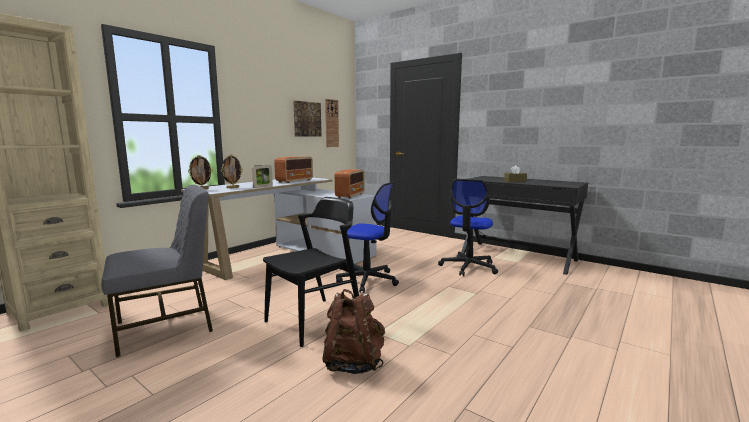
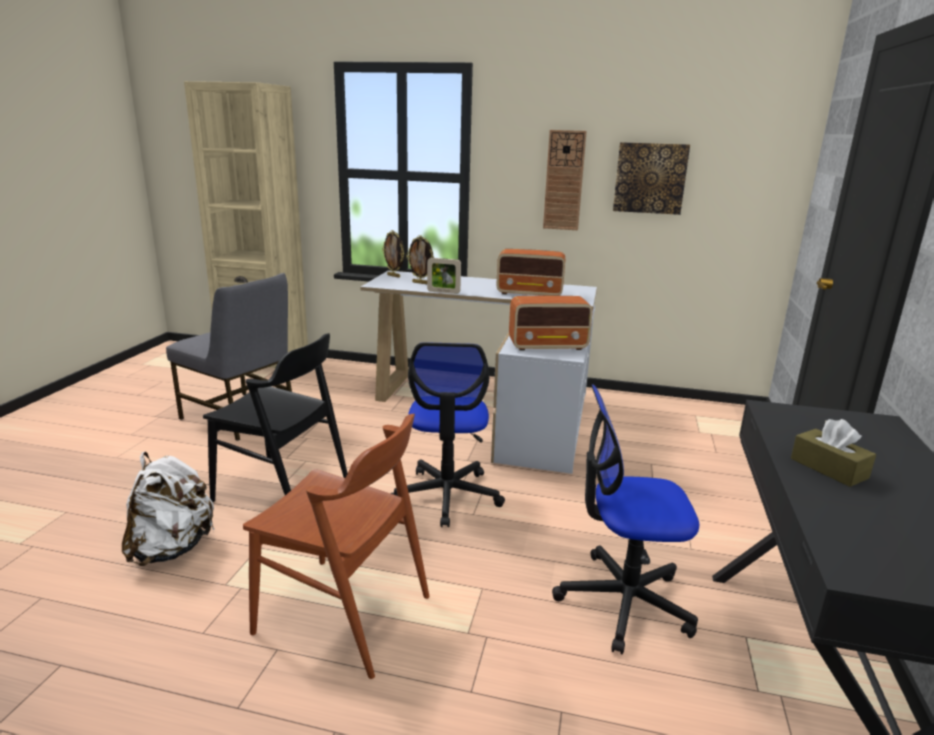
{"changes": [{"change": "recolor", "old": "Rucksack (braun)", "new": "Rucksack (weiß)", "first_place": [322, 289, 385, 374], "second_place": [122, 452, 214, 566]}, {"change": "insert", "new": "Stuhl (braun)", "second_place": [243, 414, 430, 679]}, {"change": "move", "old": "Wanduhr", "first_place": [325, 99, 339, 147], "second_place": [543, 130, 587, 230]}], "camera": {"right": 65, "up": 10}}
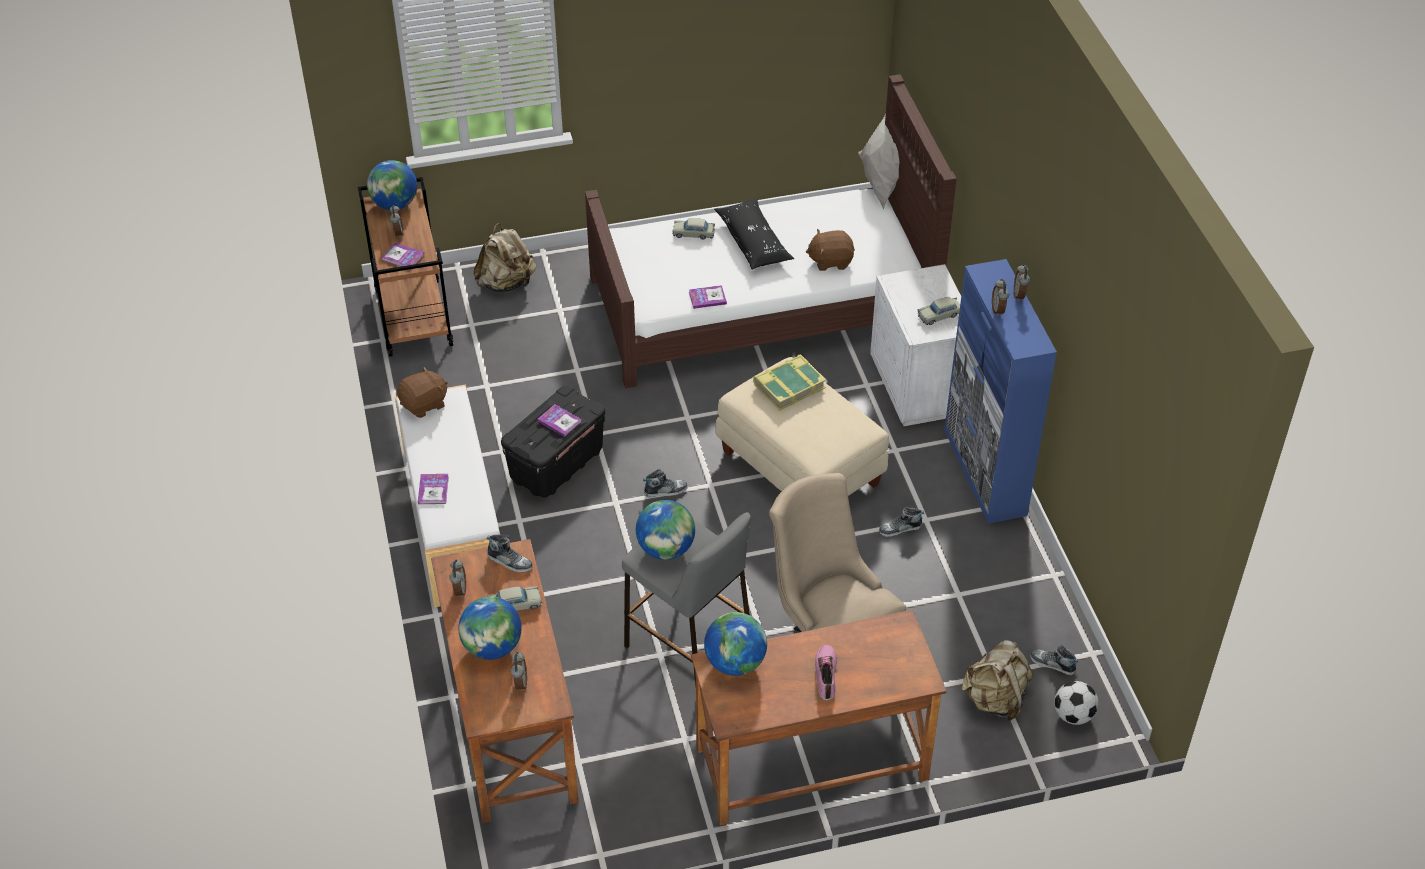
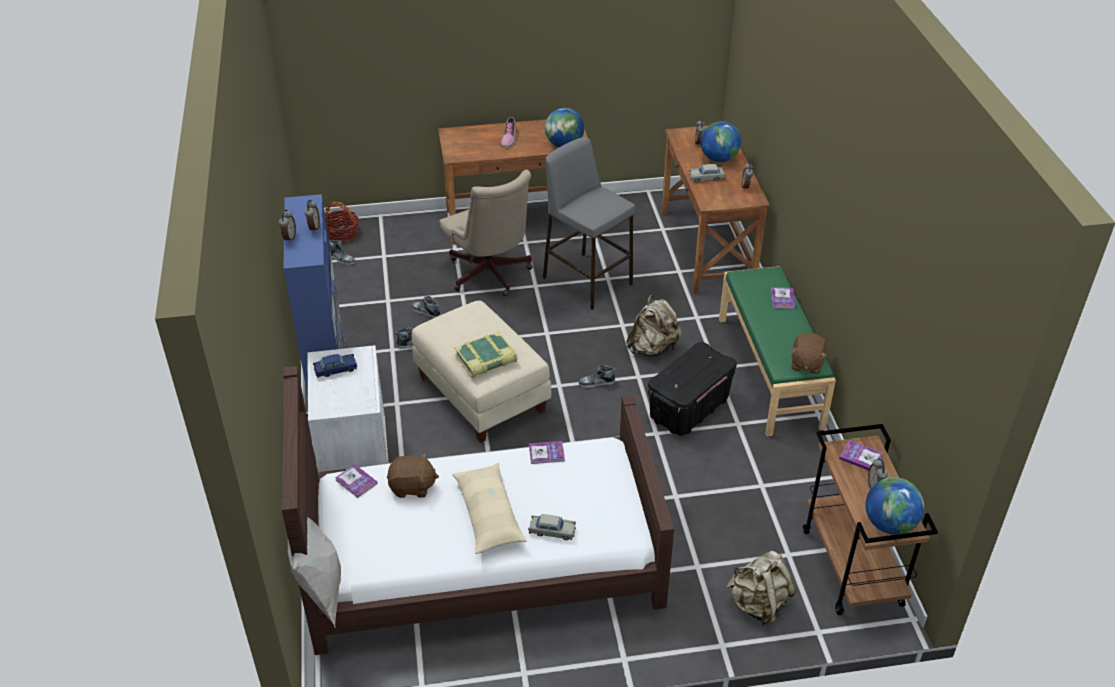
{"changes": [{"change": "recolor", "old": "Spielzeugauto (beige)", "new": "Spielzeugauto (blau)", "first_place": [918, 297, 960, 325], "second_place": [313, 354, 357, 378]}, {"change": "replace", "old": "Fußball", "new": "Korb", "first_place": [1054, 681, 1098, 725], "second_place": [325, 201, 359, 242]}, {"change": "move", "old": "Buch", "first_place": [537, 404, 582, 437], "second_place": [335, 464, 378, 498]}, {"change": "move", "old": "Schuh", "first_place": [487, 534, 533, 573], "second_place": [411, 296, 441, 318]}, {"change": "recolor", "old": "Kissen (schwarz)", "new": "Kissen (beige)", "first_place": [714, 199, 794, 270], "second_place": [452, 463, 527, 554]}, {"change": "move", "old": "Rucksack (beige)", "first_place": [961, 640, 1033, 721], "second_place": [626, 295, 682, 357]}, {"change": "recolor", "old": "Bank (weiß)", "new": "Bank (grün)", "first_place": [395, 385, 500, 607], "second_place": [719, 266, 836, 436]}, {"change": "rotate", "old": "Plüschtier (braun)", "first_place": [397, 367, 448, 418], "second_place": [791, 333, 827, 374], "degrees": -45}, {"change": "delete", "old": "Globus", "first_place": [636, 500, 695, 560]}], "camera": {"right": -175, "up": -5}}
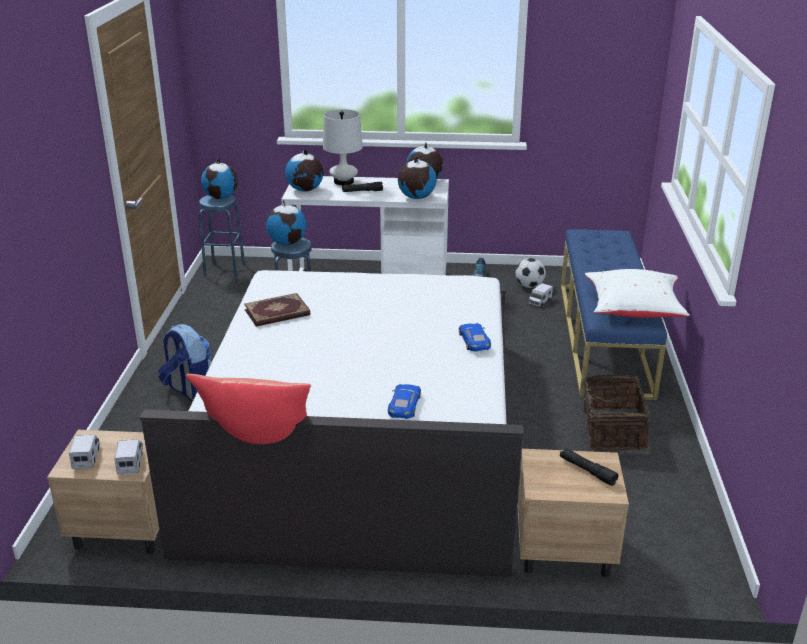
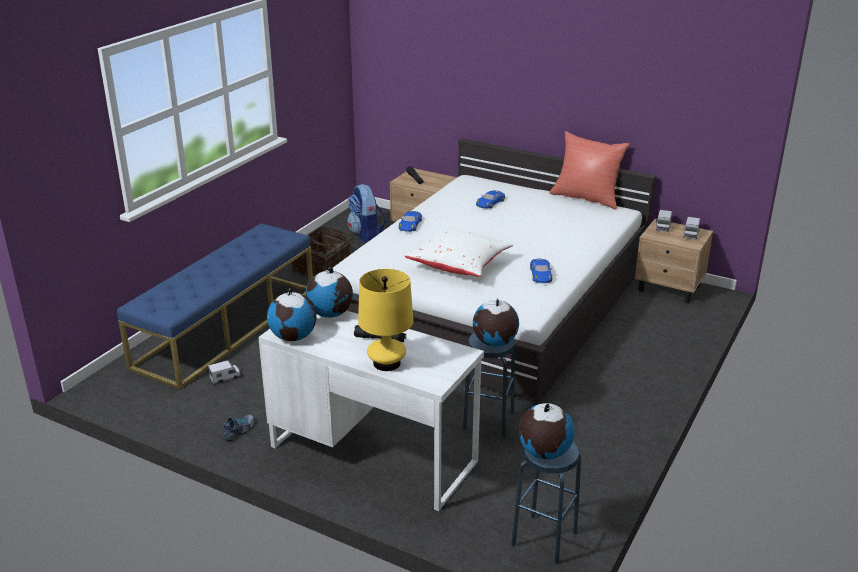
{"changes": [{"change": "move", "old": "Rucksack", "first_place": [158, 324, 212, 402], "second_place": [347, 184, 386, 242]}, {"change": "recolor", "old": "Tischlampe (weiß)", "new": "Tischlampe (gelb)", "first_place": [323, 109, 363, 185], "second_place": [358, 269, 413, 371]}, {"change": "move", "old": "Kissen (weiß)", "first_place": [585, 269, 690, 318], "second_place": [404, 228, 513, 276]}, {"change": "replace", "old": "Buch", "new": "Spielzeugauto (blau)", "first_place": [244, 293, 310, 327], "second_place": [530, 259, 552, 283]}, {"change": "delete", "old": "Globus", "first_place": [285, 149, 323, 191]}, {"change": "delete", "old": "Fußball", "first_place": [516, 258, 546, 288]}], "camera": {"right": -155, "up": 0}}
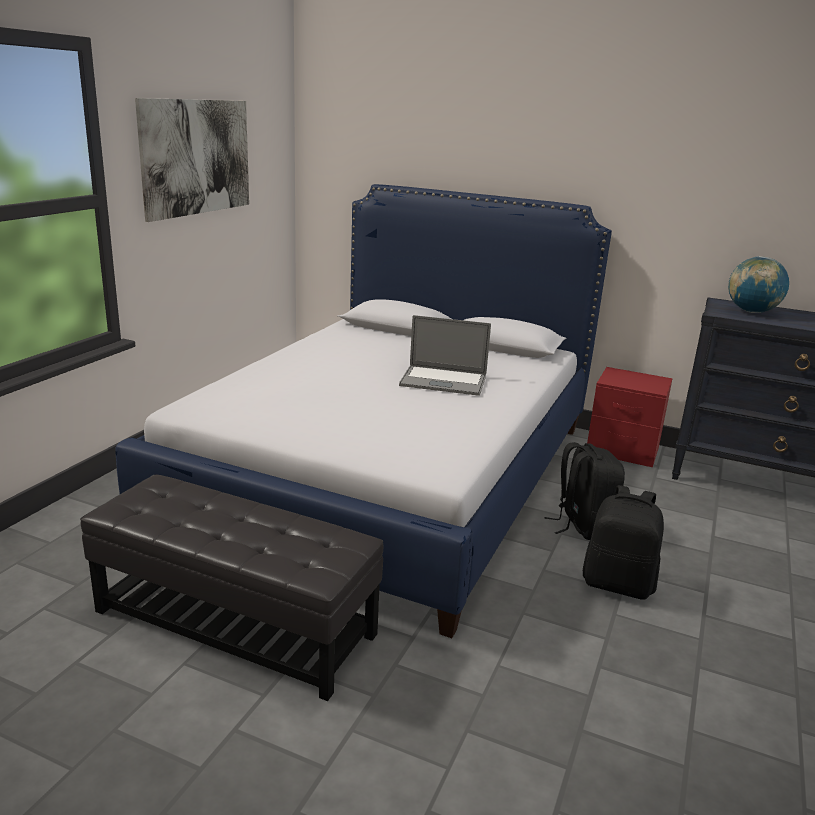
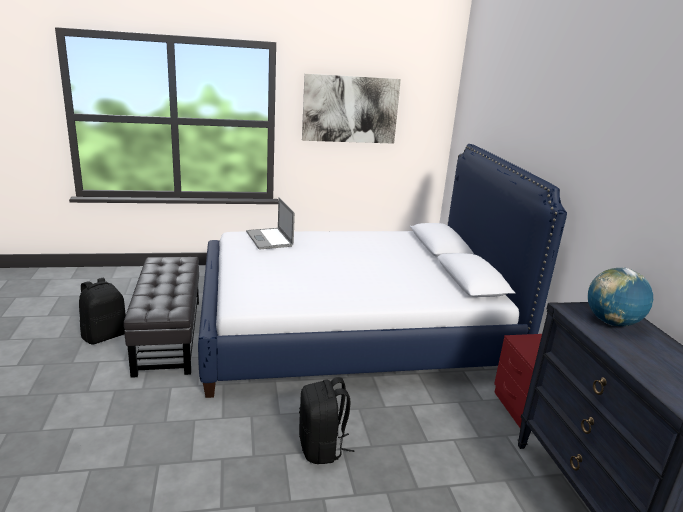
{"changes": [{"change": "move", "old": "Rucksack (schwarz)", "first_place": [545, 442, 625, 540], "second_place": [79, 278, 126, 345]}, {"change": "move", "old": "Laptop", "first_place": [399, 315, 491, 396], "second_place": [246, 197, 295, 249]}], "camera": {"right": 55, "up": 0}}
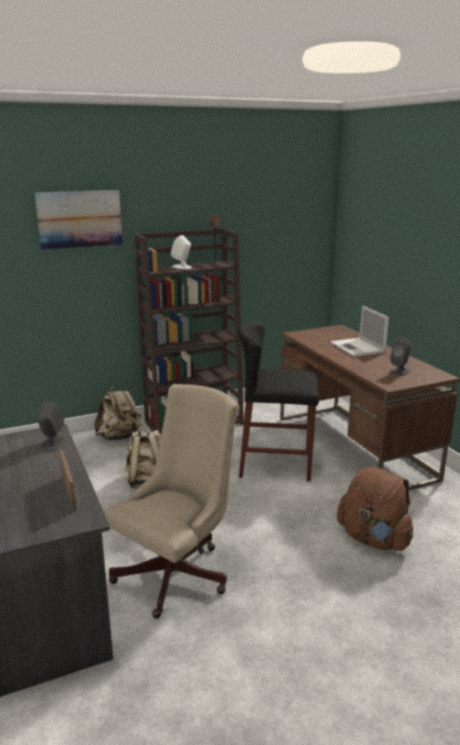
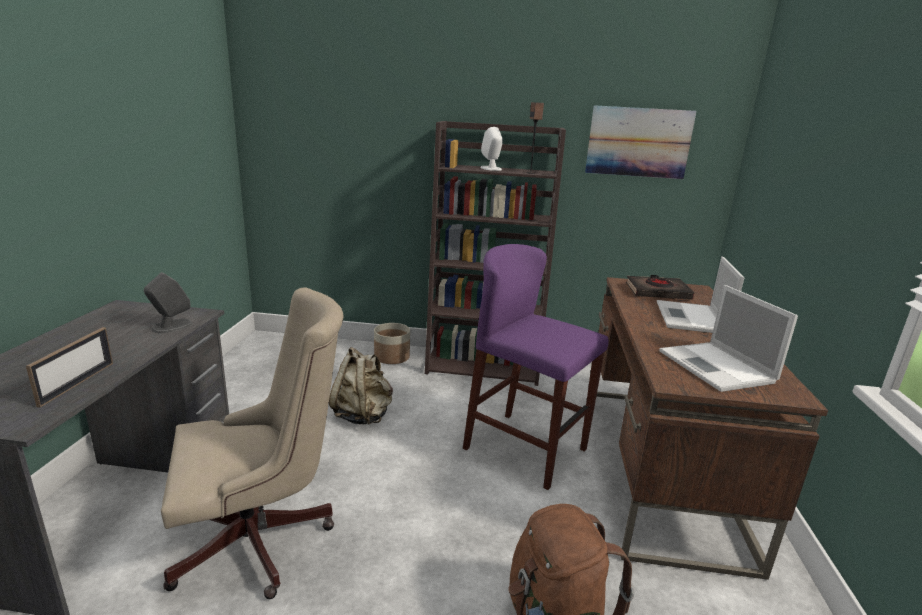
{"changes": [{"change": "replace", "old": "Rucksack (beige)", "new": "Pflanzkübel", "first_place": [94, 384, 142, 440], "second_place": [374, 323, 410, 364]}, {"change": "recolor", "old": "Hocker (schwarz)", "new": "Hocker (lila)", "first_place": [238, 322, 319, 482], "second_place": [463, 244, 609, 490]}, {"change": "move", "old": "Bild", "first_place": [35, 190, 123, 250], "second_place": [585, 105, 696, 179]}, {"change": "insert", "new": "Buch (schwarz)", "second_place": [626, 275, 694, 300]}, {"change": "replace", "old": "Lautsprecher (grau)", "new": "Laptop", "first_place": [389, 337, 411, 376], "second_place": [659, 285, 798, 392]}], "camera": {"right": 30, "up": 0}}
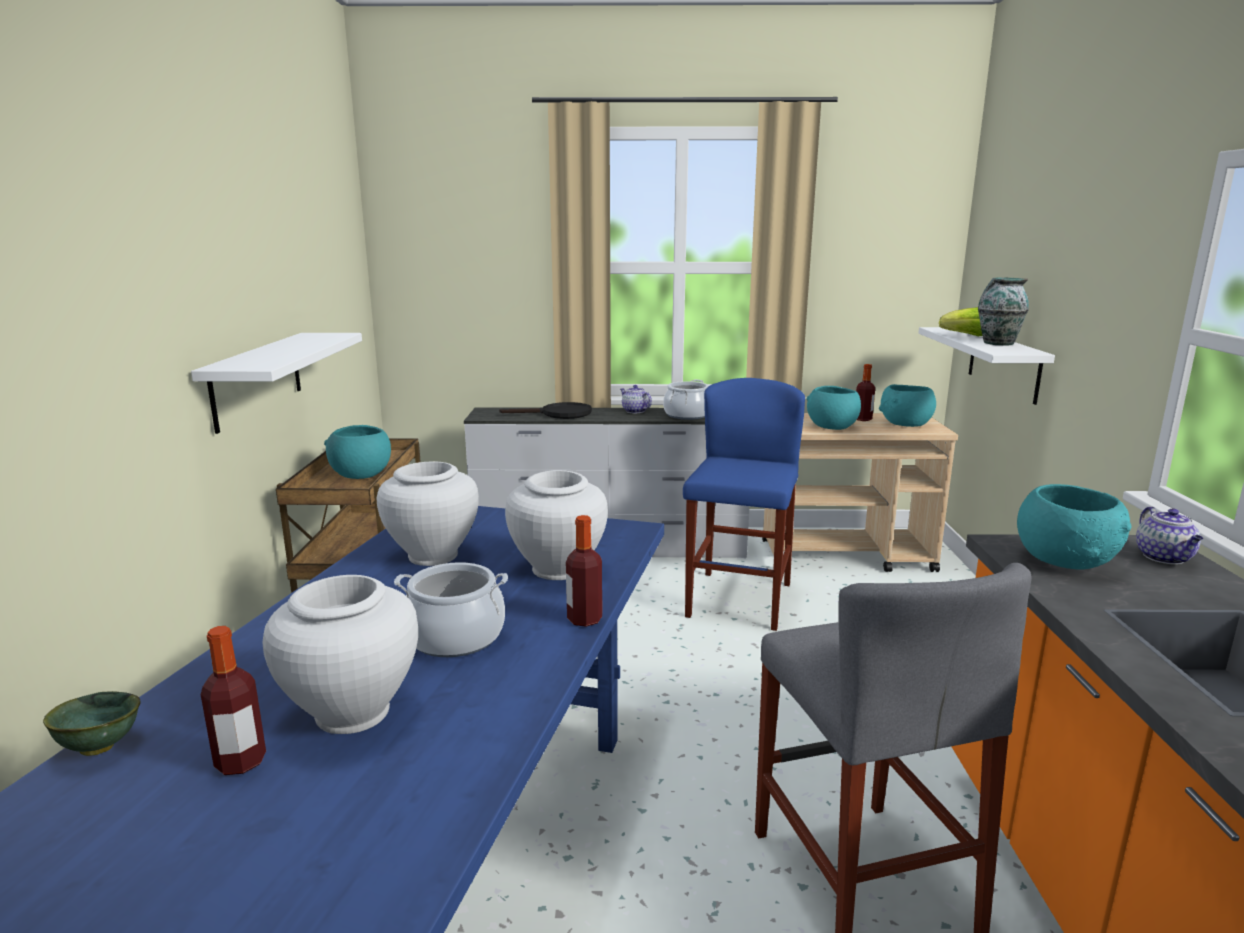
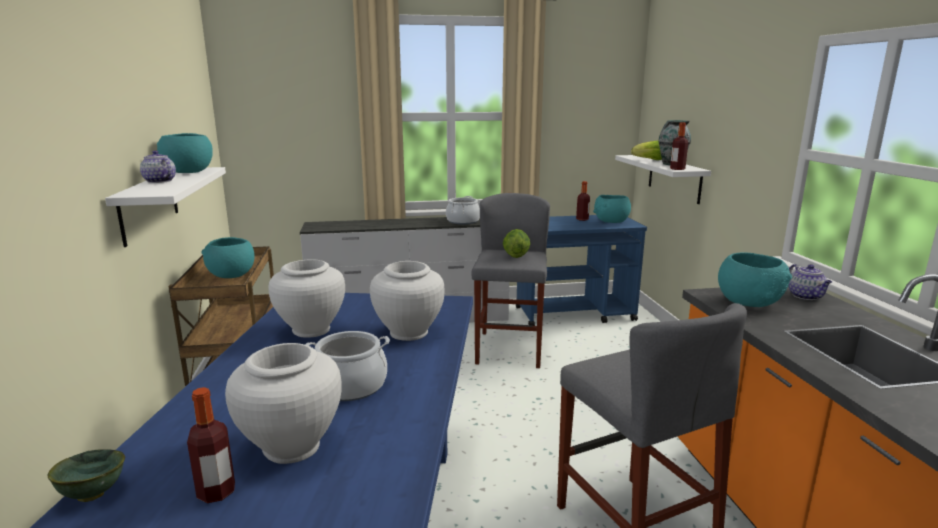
{"changes": [{"change": "move", "old": "Teekanne", "first_place": [620, 385, 652, 414], "second_place": [140, 150, 176, 183]}, {"change": "move", "old": "Schüssel (türkis)", "first_place": [807, 386, 861, 430], "second_place": [157, 133, 213, 173]}, {"change": "recolor", "old": "Hocker (blau)", "new": "Hocker (grau)", "first_place": [683, 378, 805, 631], "second_place": [471, 193, 550, 368]}, {"change": "insert", "new": "Salatkopf", "second_place": [503, 229, 530, 258]}, {"change": "recolor", "old": "Rollwagen (beige)", "new": "Rollwagen (blau)", "first_place": [762, 413, 958, 572], "second_place": [516, 215, 647, 326]}, {"change": "move", "old": "Flasche", "first_place": [566, 515, 602, 627], "second_place": [670, 123, 688, 170]}, {"change": "delete", "old": "Pfanne (schwarz)", "first_place": [499, 402, 592, 419]}], "camera": {"right": -10, "up": 0}}
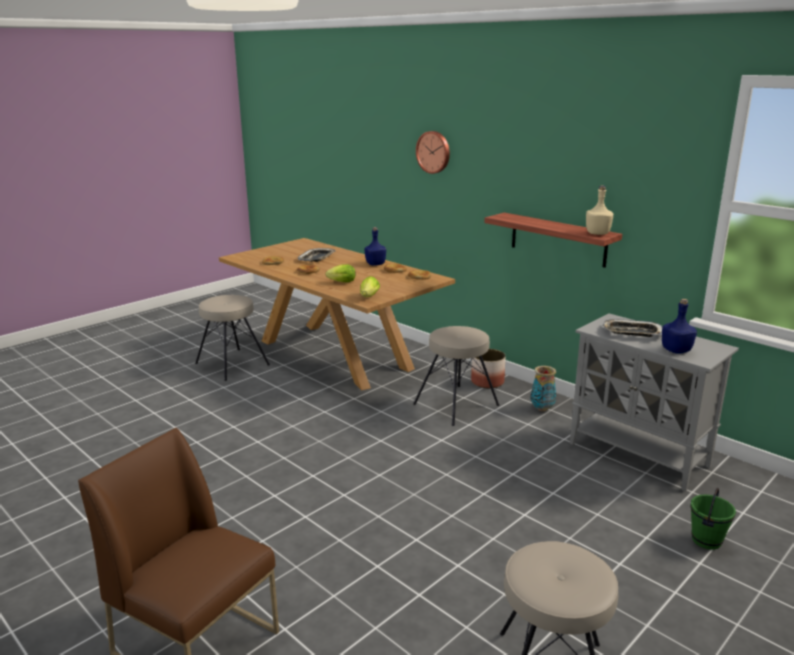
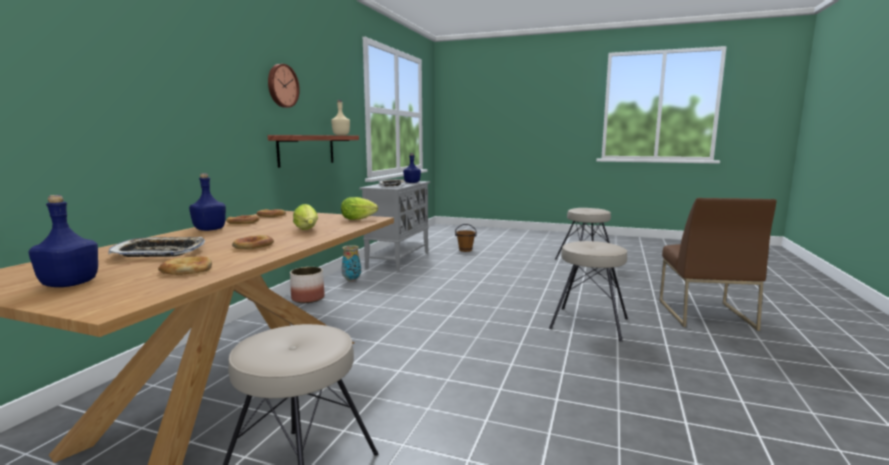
{"changes": [{"change": "insert", "new": "Flasche (blau)", "second_place": [28, 195, 98, 287]}, {"change": "move", "old": "Wanduhr", "first_place": [416, 131, 450, 174], "second_place": [268, 64, 300, 108]}, {"change": "recolor", "old": "Eimer (grün)", "new": "Eimer (braun)", "first_place": [690, 488, 736, 550], "second_place": [455, 224, 477, 252]}, {"change": "move", "old": "Hocker (beige)", "first_place": [413, 326, 500, 426], "second_place": [549, 241, 628, 342]}], "camera": {"right": -115, "up": -10}}
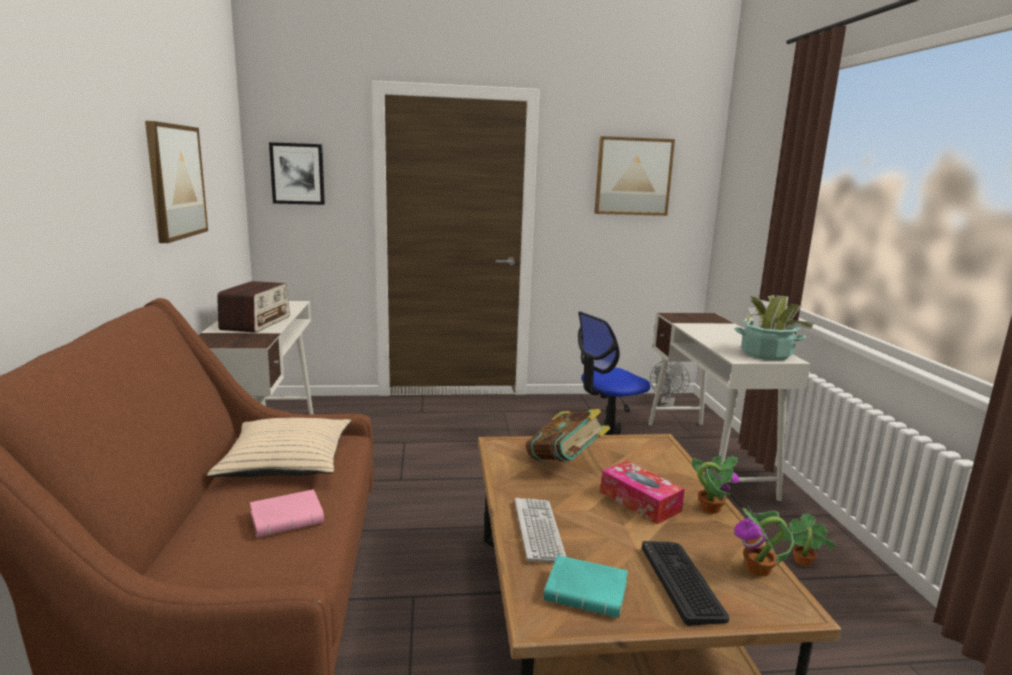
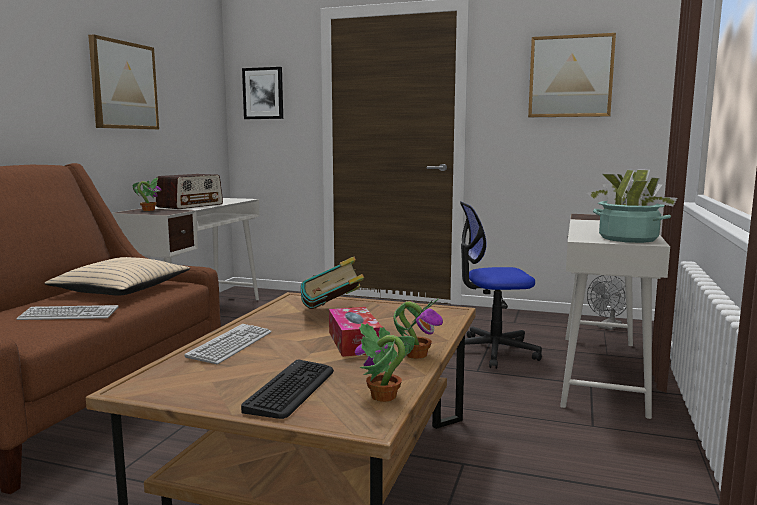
{"changes": [{"change": "replace", "old": "Buch (rosa)", "new": "Tastatur", "first_place": [250, 489, 324, 538], "second_place": [17, 305, 119, 320]}, {"change": "move", "old": "Topfpflanze", "first_place": [783, 513, 836, 566], "second_place": [133, 177, 162, 211]}, {"change": "delete", "old": "Buch (türkis)", "first_place": [544, 555, 628, 618]}], "camera": {"right": 25, "up": -5}}
